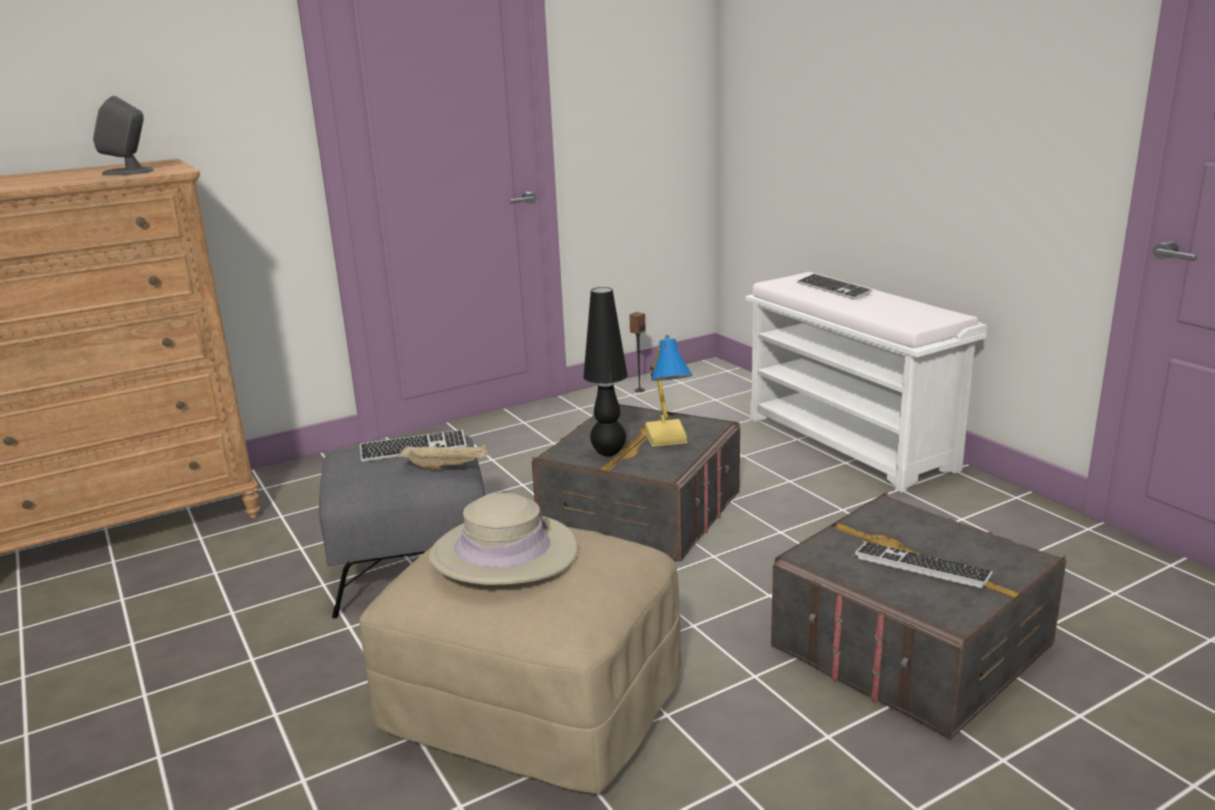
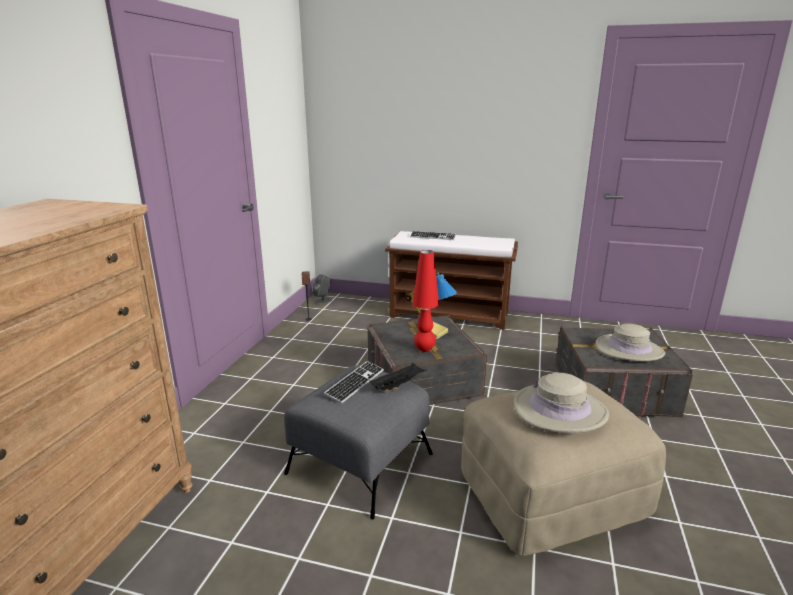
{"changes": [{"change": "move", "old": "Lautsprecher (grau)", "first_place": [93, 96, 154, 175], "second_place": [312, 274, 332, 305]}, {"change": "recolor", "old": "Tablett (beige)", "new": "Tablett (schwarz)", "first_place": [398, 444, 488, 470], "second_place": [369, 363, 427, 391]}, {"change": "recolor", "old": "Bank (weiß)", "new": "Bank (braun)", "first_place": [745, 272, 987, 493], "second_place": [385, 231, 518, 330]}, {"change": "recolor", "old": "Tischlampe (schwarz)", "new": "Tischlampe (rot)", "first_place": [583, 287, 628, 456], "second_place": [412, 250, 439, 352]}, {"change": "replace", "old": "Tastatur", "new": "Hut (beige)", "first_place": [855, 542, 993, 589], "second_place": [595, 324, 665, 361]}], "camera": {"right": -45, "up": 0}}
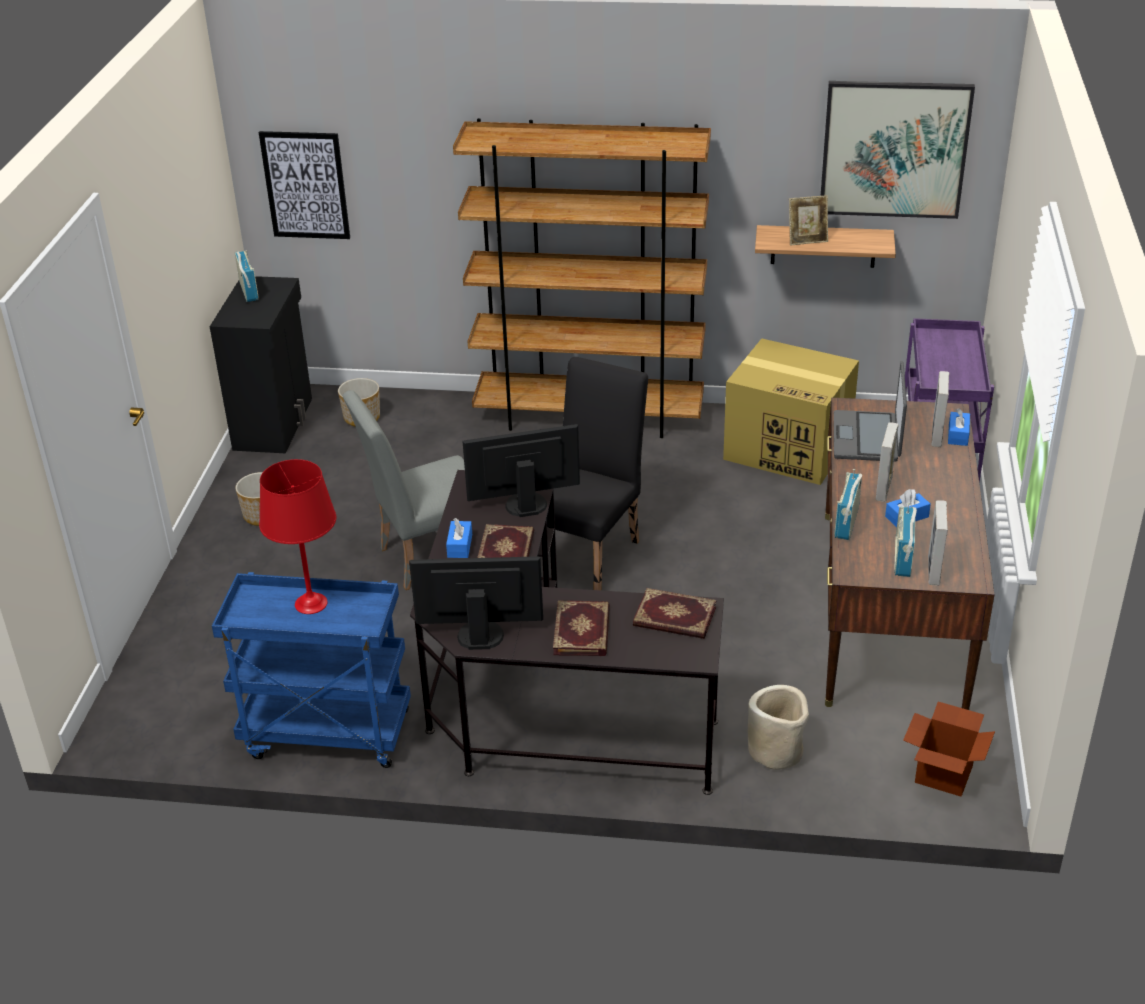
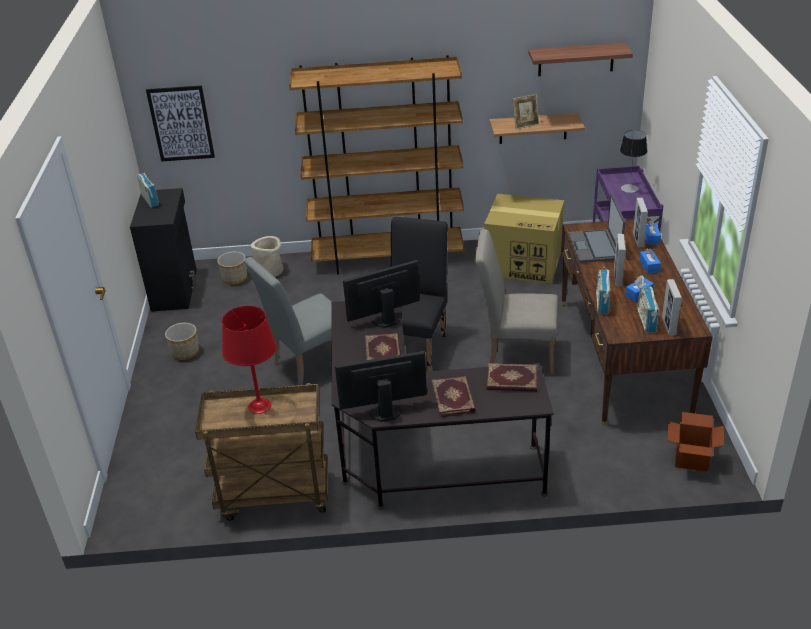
{"changes": [{"change": "recolor", "old": "Rollwagen (blau)", "new": "Rollwagen (braun)", "first_place": [212, 572, 411, 768], "second_place": [195, 383, 328, 521]}, {"change": "move", "old": "Pflanzkübel (beige)", "first_place": [748, 685, 809, 770], "second_place": [251, 236, 284, 277]}, {"change": "insert", "new": "Stuhl (beige)", "second_place": [475, 229, 558, 374]}, {"change": "replace", "old": "Bild", "new": "Wandregal", "first_place": [821, 81, 975, 219], "second_place": [528, 43, 633, 76]}, {"change": "insert", "new": "Tischlampe", "second_place": [620, 130, 647, 193]}, {"change": "move", "old": "Taschentuchbox (blau)", "first_place": [446, 518, 472, 558], "second_place": [639, 249, 661, 274]}], "camera": {"right": -10, "up": 0}}
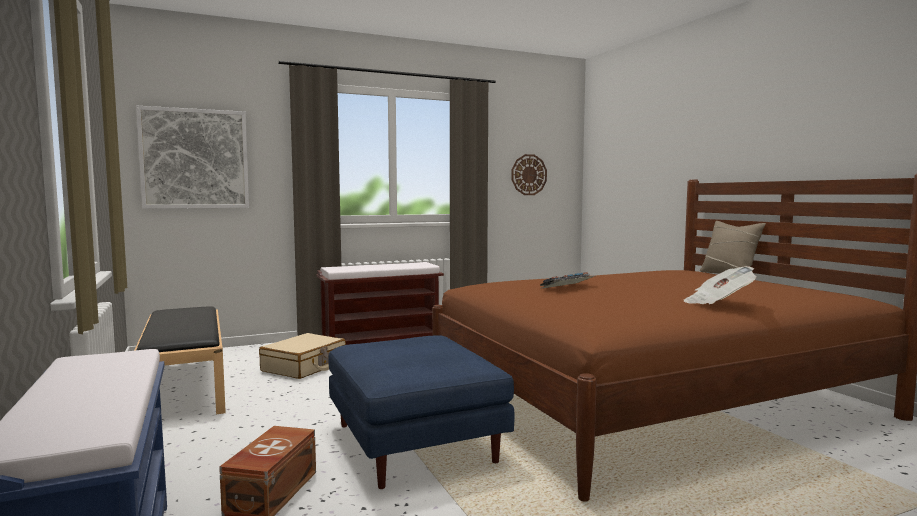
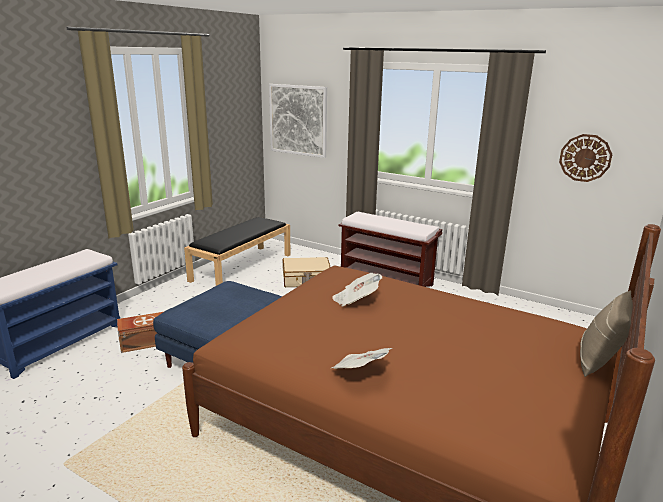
{"changes": [{"change": "replace", "old": "Tastatur", "new": "Zeitung", "first_place": [540, 272, 597, 289], "second_place": [332, 273, 382, 306]}], "camera": {"right": 55, "up": 15}}
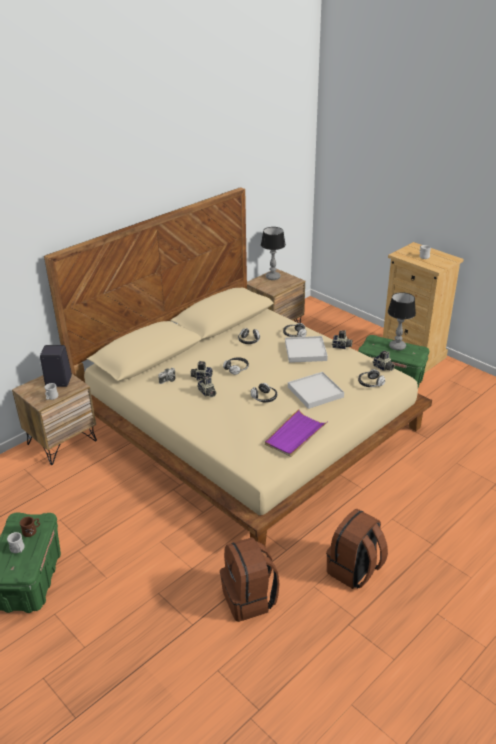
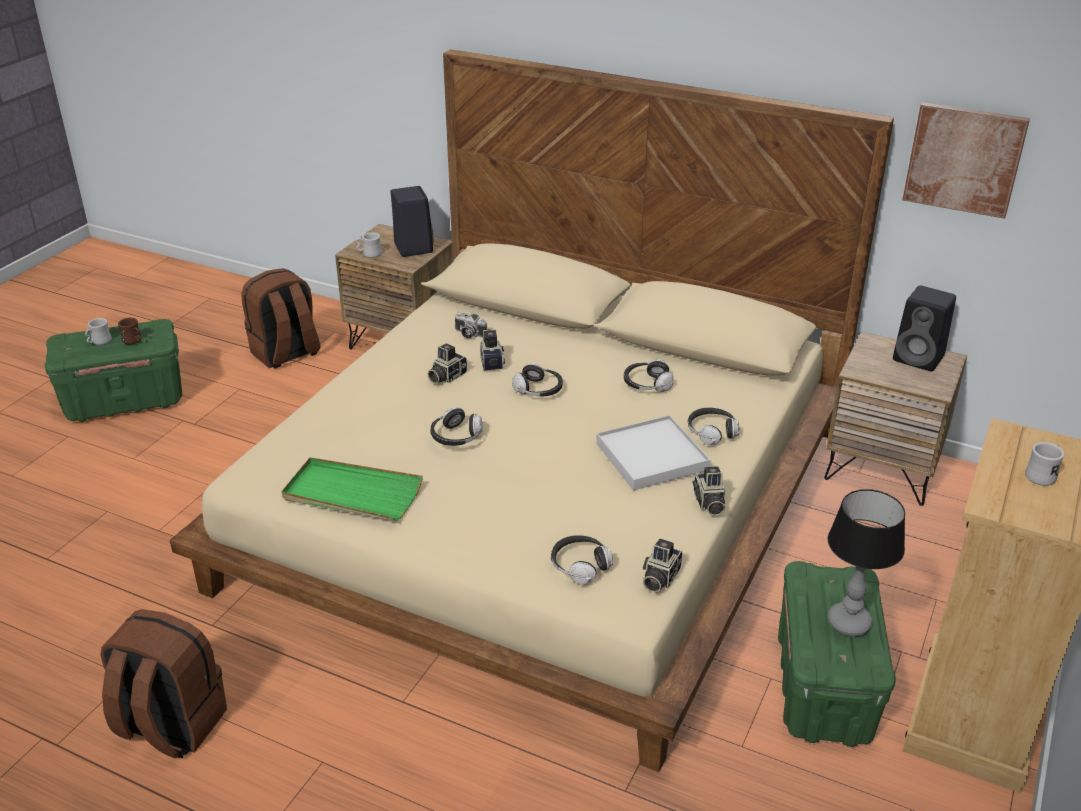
{"changes": [{"change": "move", "old": "Rucksack (braun)", "first_place": [220, 537, 280, 622], "second_place": [241, 268, 320, 369]}, {"change": "recolor", "old": "Tablett (lila)", "new": "Tablett (grün)", "first_place": [265, 409, 328, 457], "second_place": [281, 457, 423, 521]}, {"change": "replace", "old": "Tischlampe", "new": "Lautsprecher (schwarz)", "first_place": [261, 227, 286, 280], "second_place": [893, 286, 956, 371]}, {"change": "insert", "new": "Bild", "second_place": [902, 102, 1030, 219]}, {"change": "delete", "old": "Tablett (weiß)", "first_place": [288, 372, 344, 409]}], "camera": {"right": 70, "up": 0}}
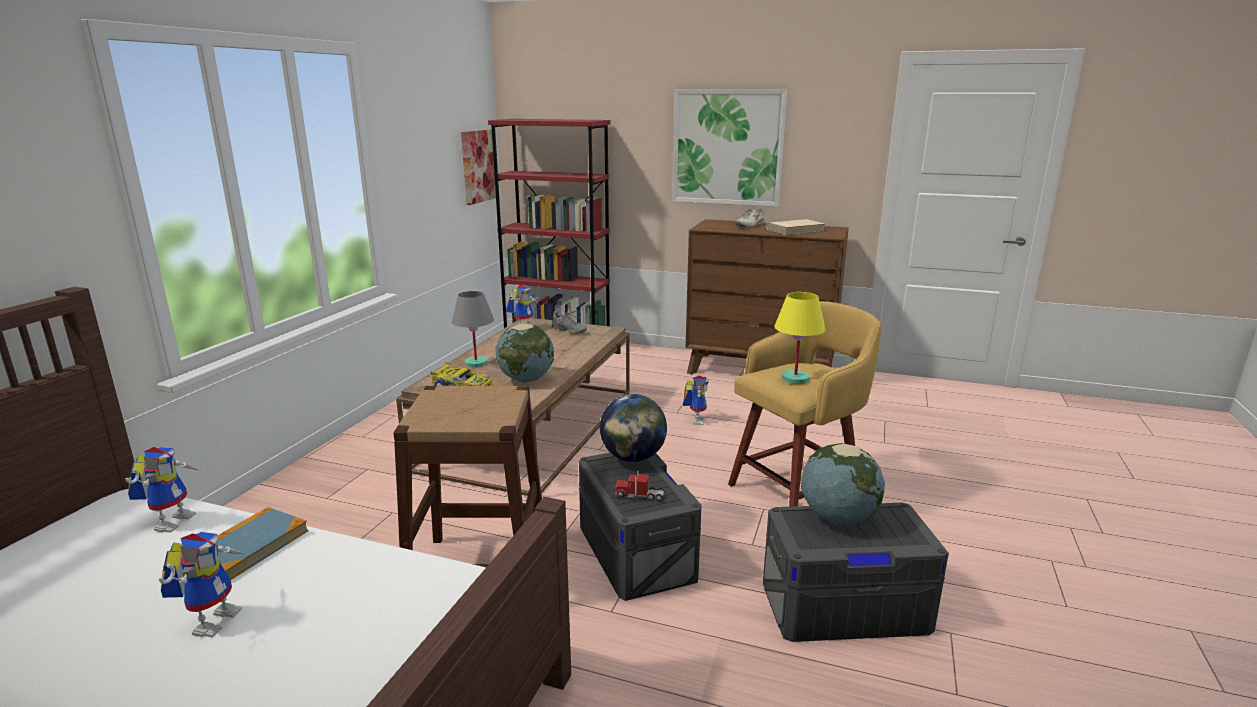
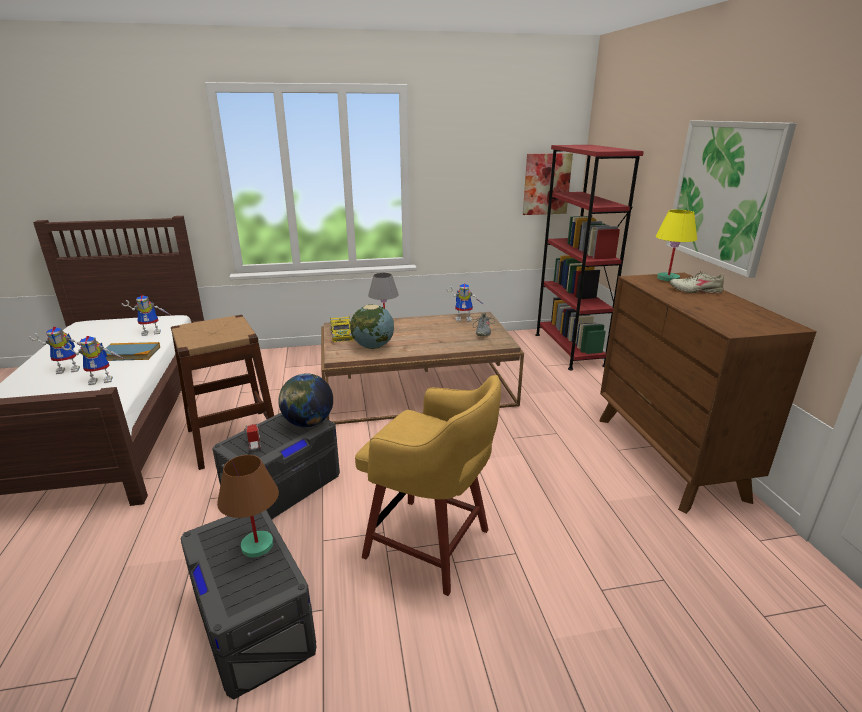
{"changes": [{"change": "move", "old": "Spielzeugroboter", "first_place": [683, 376, 709, 425], "second_place": [62, 336, 124, 385]}, {"change": "replace", "old": "Globus", "new": "Tischlampe (braun)", "first_place": [801, 443, 885, 525], "second_place": [217, 455, 279, 557]}, {"change": "move", "old": "Tischlampe (gelb)", "first_place": [774, 292, 826, 384], "second_place": [656, 210, 697, 282]}, {"change": "delete", "old": "Buch (beige)", "first_place": [766, 219, 825, 235]}], "camera": {"right": 60, "up": 5}}
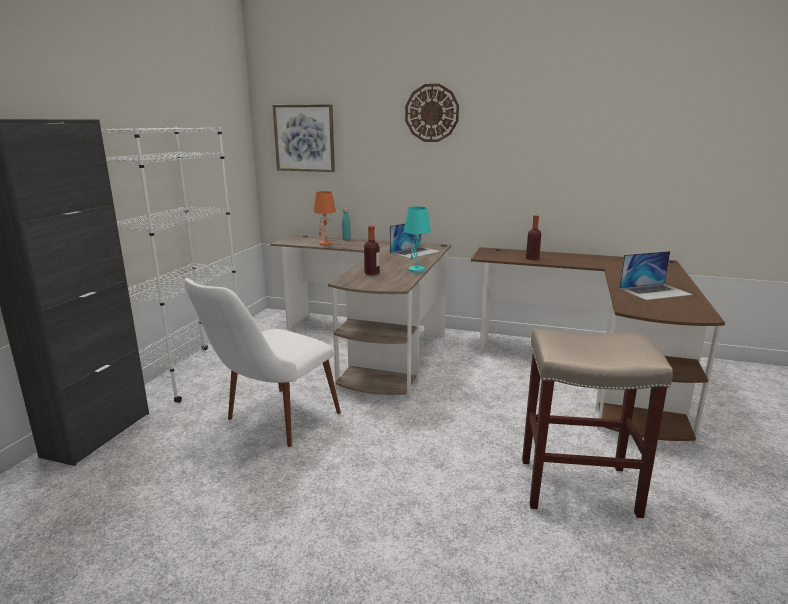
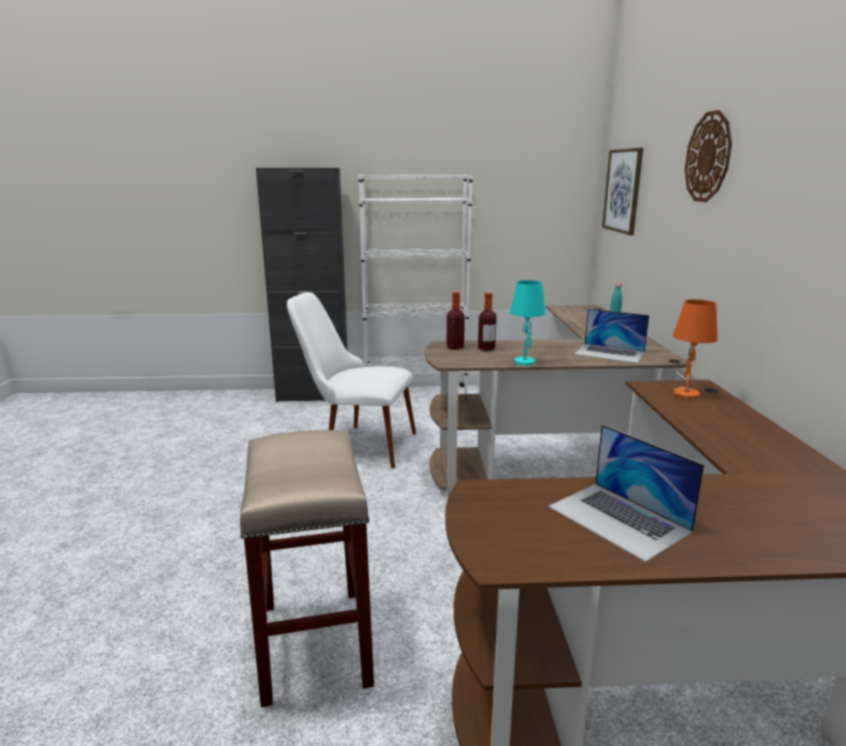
{"changes": [{"change": "move", "old": "Flasche", "first_place": [526, 215, 541, 260], "second_place": [446, 292, 465, 350]}, {"change": "move", "old": "Tischlampe (orange)", "first_place": [314, 191, 336, 246], "second_place": [673, 299, 718, 400]}], "camera": {"right": 70, "up": 0}}
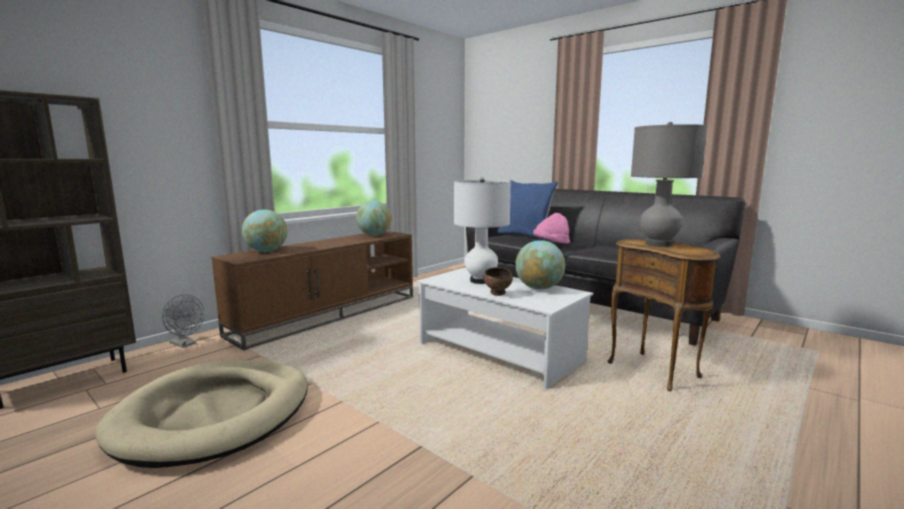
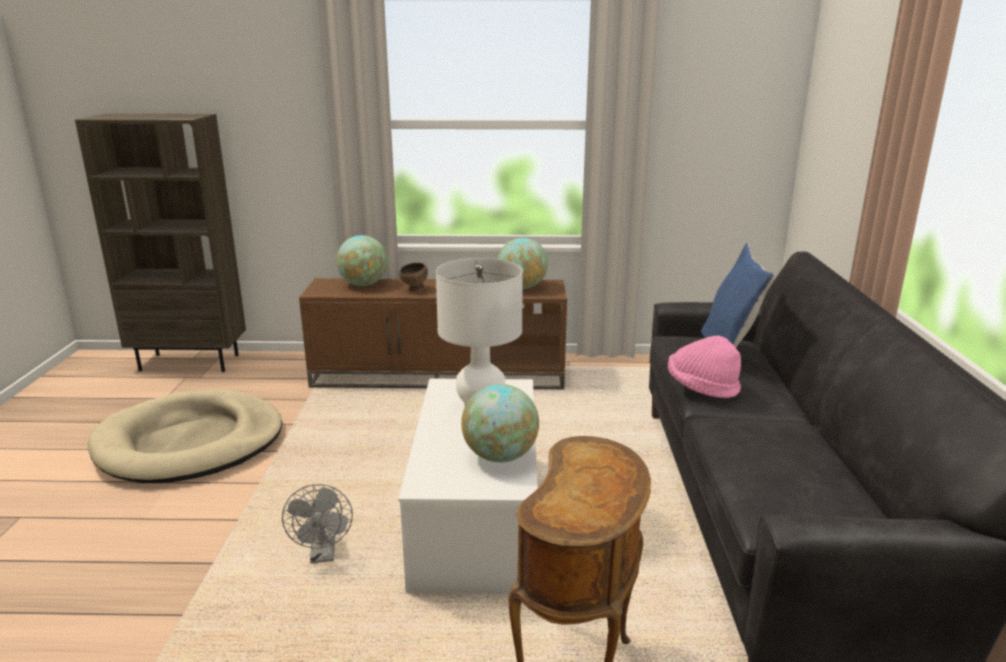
{"changes": [{"change": "move", "old": "Ventilator (grau)", "first_place": [162, 294, 204, 348], "second_place": [282, 484, 353, 563]}, {"change": "move", "old": "Schüssel (braun)", "first_place": [483, 267, 513, 296], "second_place": [399, 262, 428, 291]}, {"change": "delete", "old": "Tischlampe (grau)", "first_place": [631, 122, 707, 247]}], "camera": {"right": 50, "up": 10}}
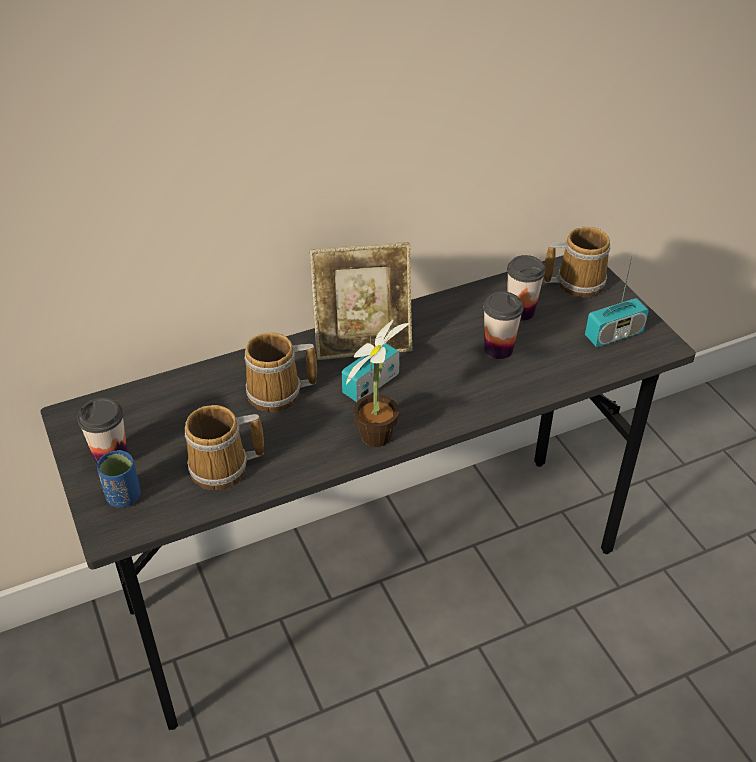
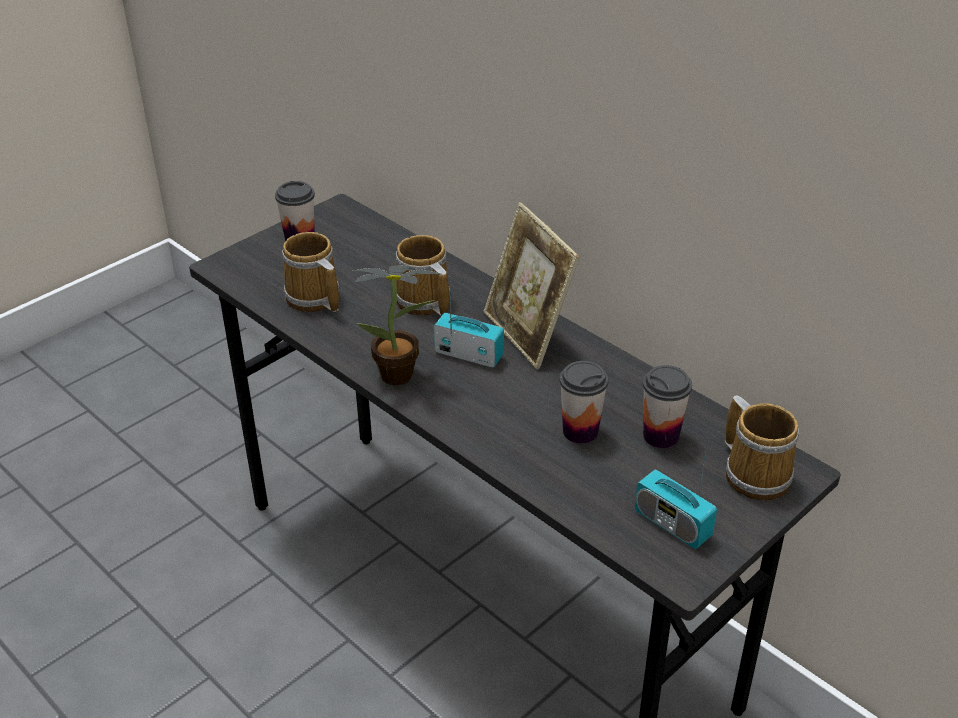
{"changes": [{"change": "delete", "old": "Tasse (blau)", "first_place": [97, 450, 140, 508]}], "camera": {"right": 70, "up": -5}}
